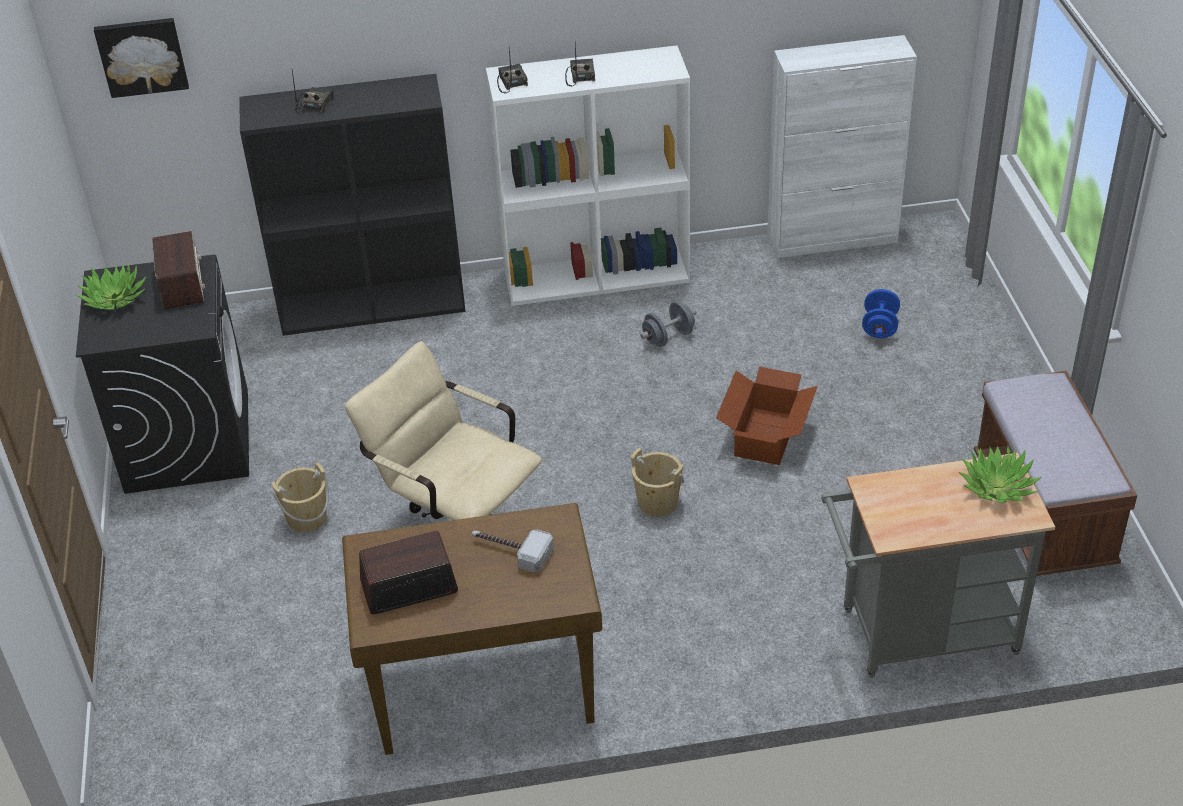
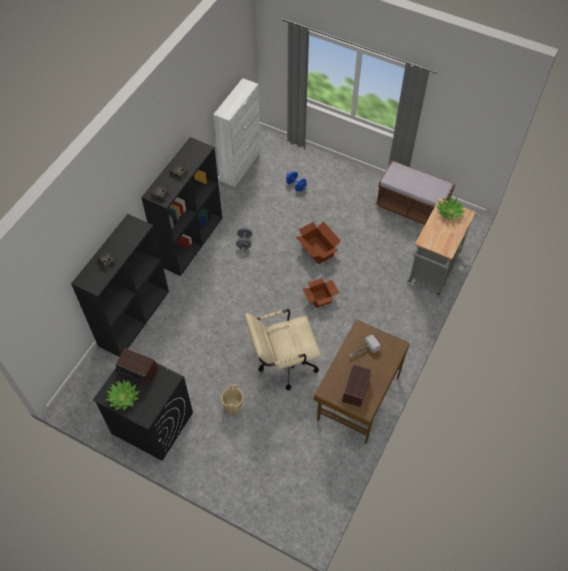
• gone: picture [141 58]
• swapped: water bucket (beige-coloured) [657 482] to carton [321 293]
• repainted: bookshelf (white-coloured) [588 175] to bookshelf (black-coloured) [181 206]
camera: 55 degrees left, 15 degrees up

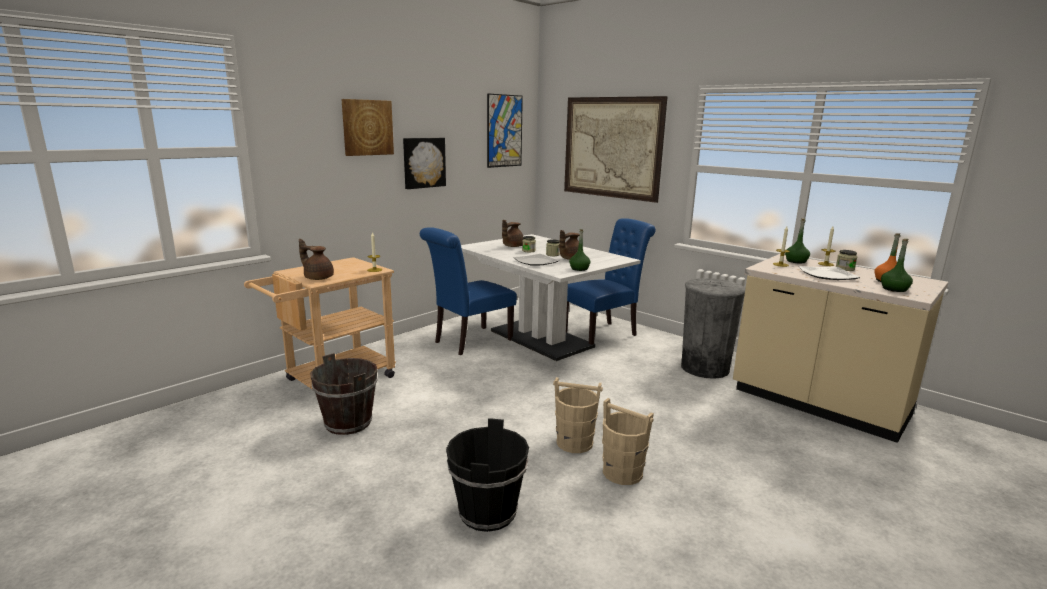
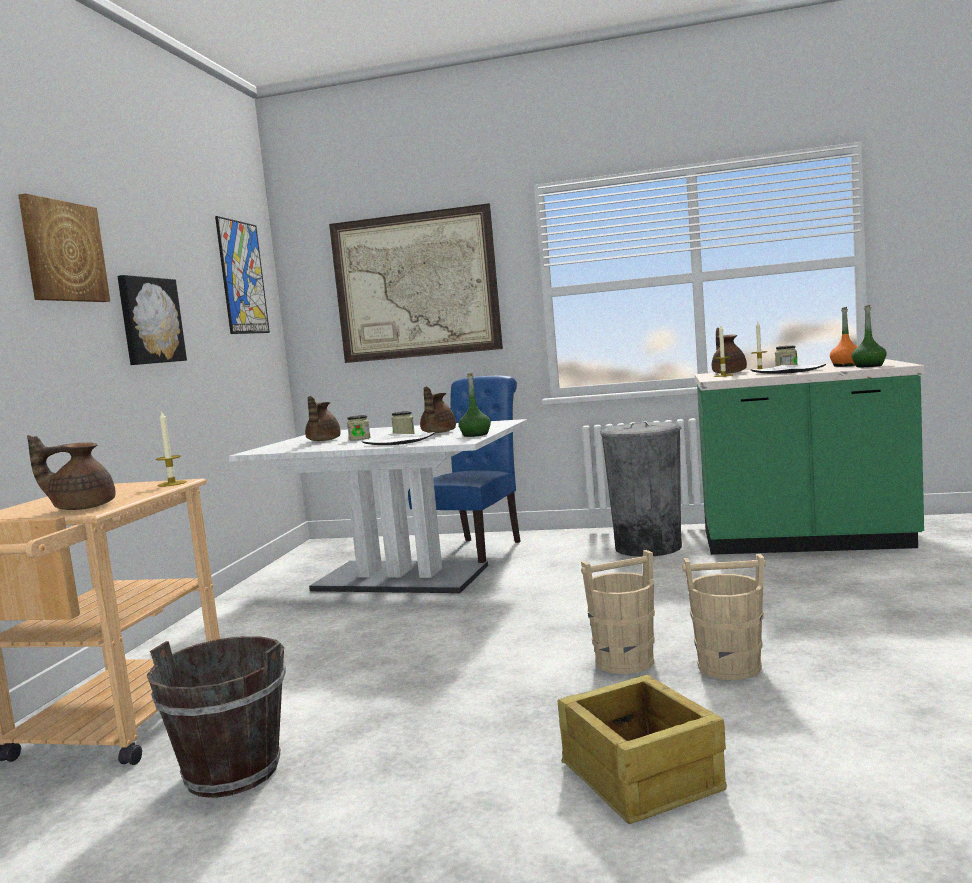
• gone: upright chair (blue-coloured) [468 291]
• swapped: water bucket (black-coloured) [487 475] to shipping crate [642 749]
• swapped: beverage bottle (green-coloured) [797 240] to pot for tea (brownish) [729 351]
• repainted: counter (beige-coloured) [840 348] to counter (green-coloured) [810 457]
camera: 30 degrees left, 10 degrees down

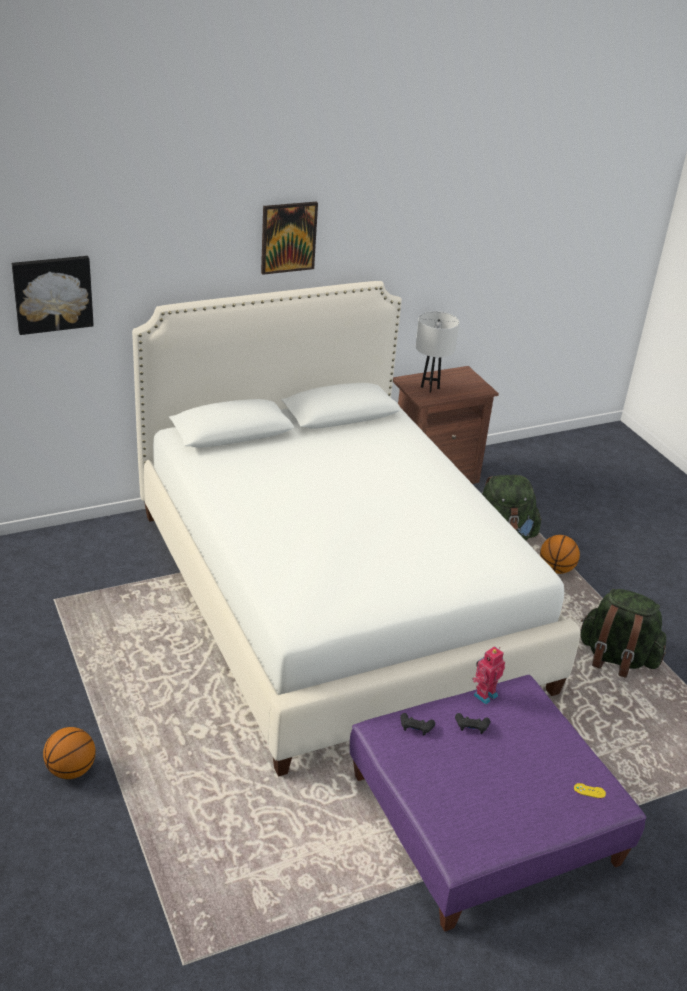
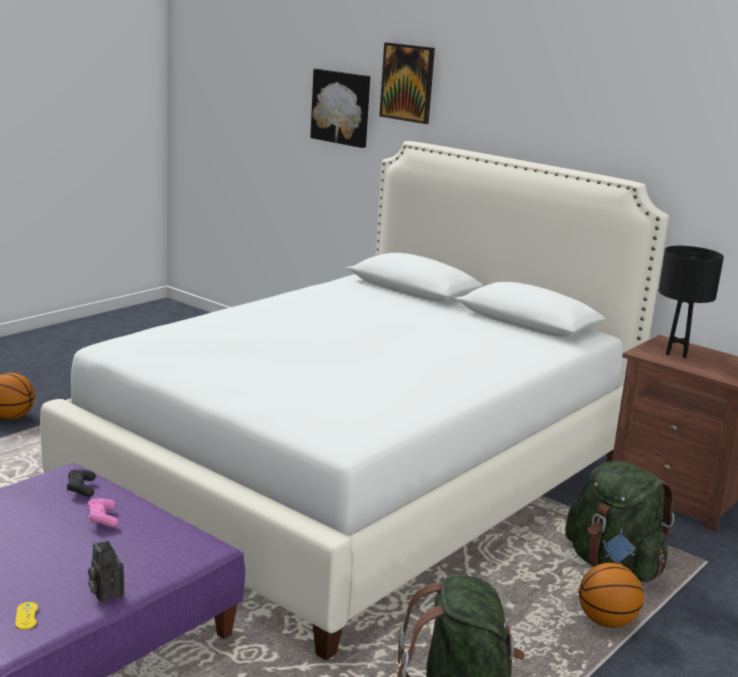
• gone: robot figure [488 675]
• new: still camera [106 571]
• shifted: picture [289 238] to [407 83]
• repainted: lamp for a table (white-coloured) [437 352] to lamp for a table (black-coloured) [691 302]
• repainted: game controller (black-coloured) [472 723] to game controller (pink) [102 513]
camera: 65 degrees right, 15 degrees down

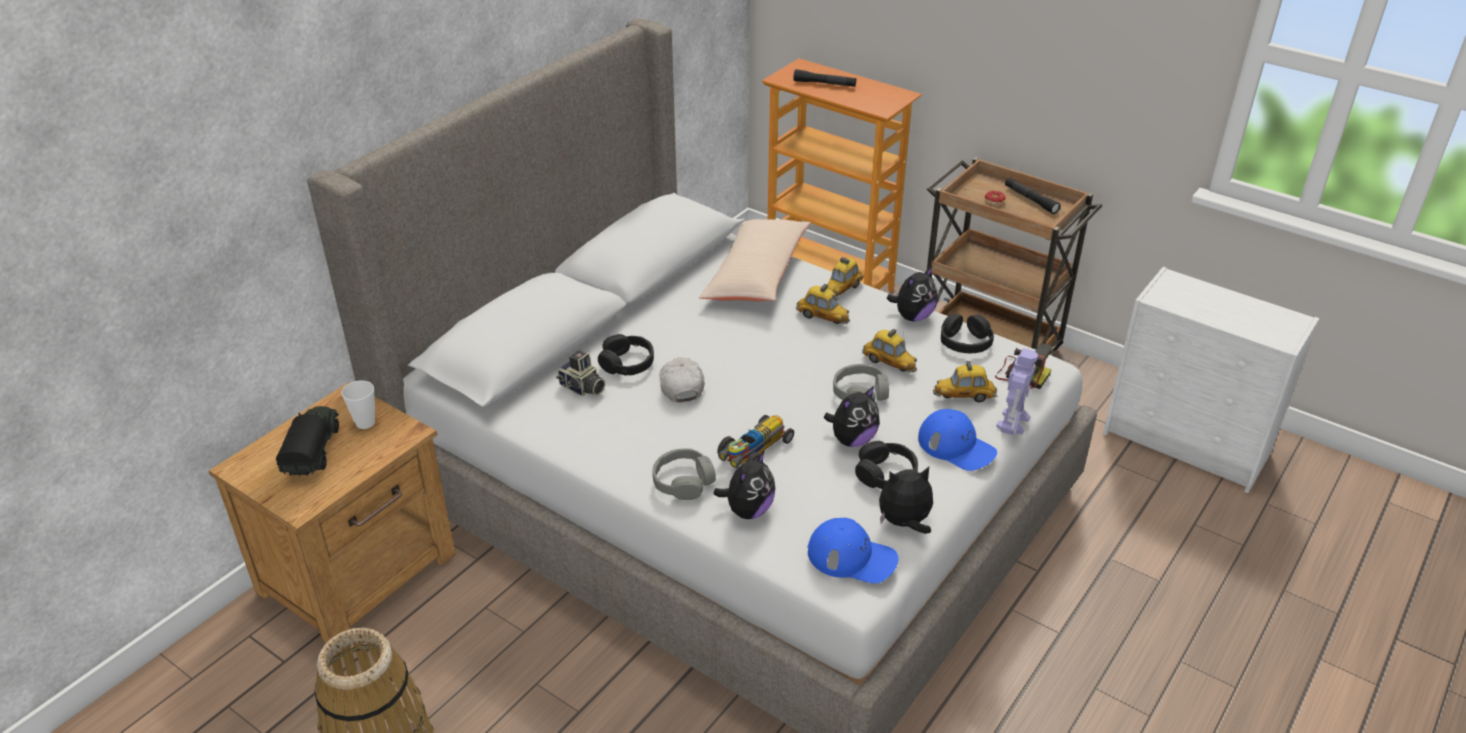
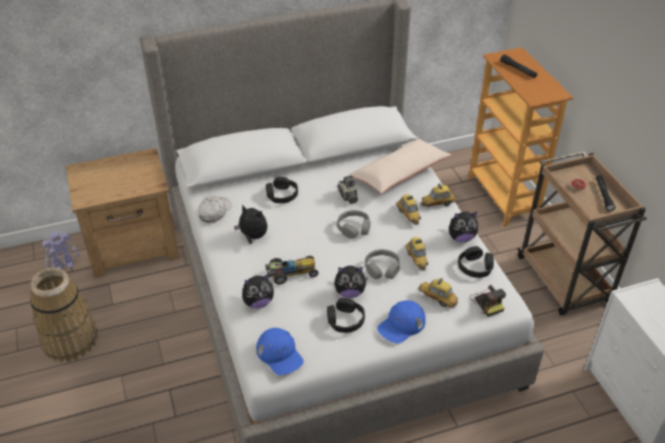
• gone: toy truck [307 441]
• gone: drinking cup [358 404]
• shifted: still camera [581 373] to [347 190]
• shifted: pair of headphones (greyish) [684 474] to [354 224]
• shifted: baseball cap (white-coloured) [682 379] to [215 209]
• shifted: soft toy [906 500] to [251 224]
• shifted: robot figure [1017 391] to [61 250]
• rotated: baseball cap (blue-coloured) [957 440] = [401 322] 60 degrees clockwise
camera: 35 degrees right, 5 degrees up

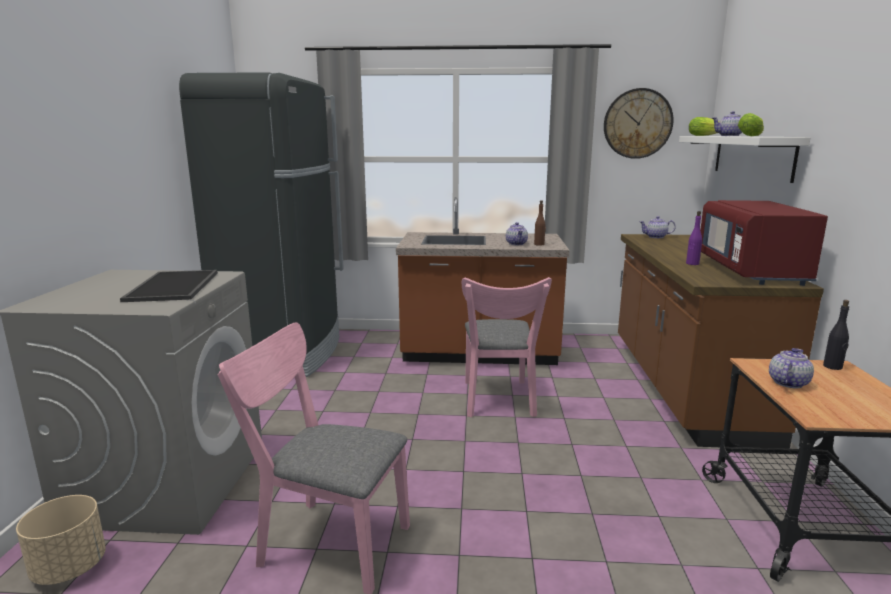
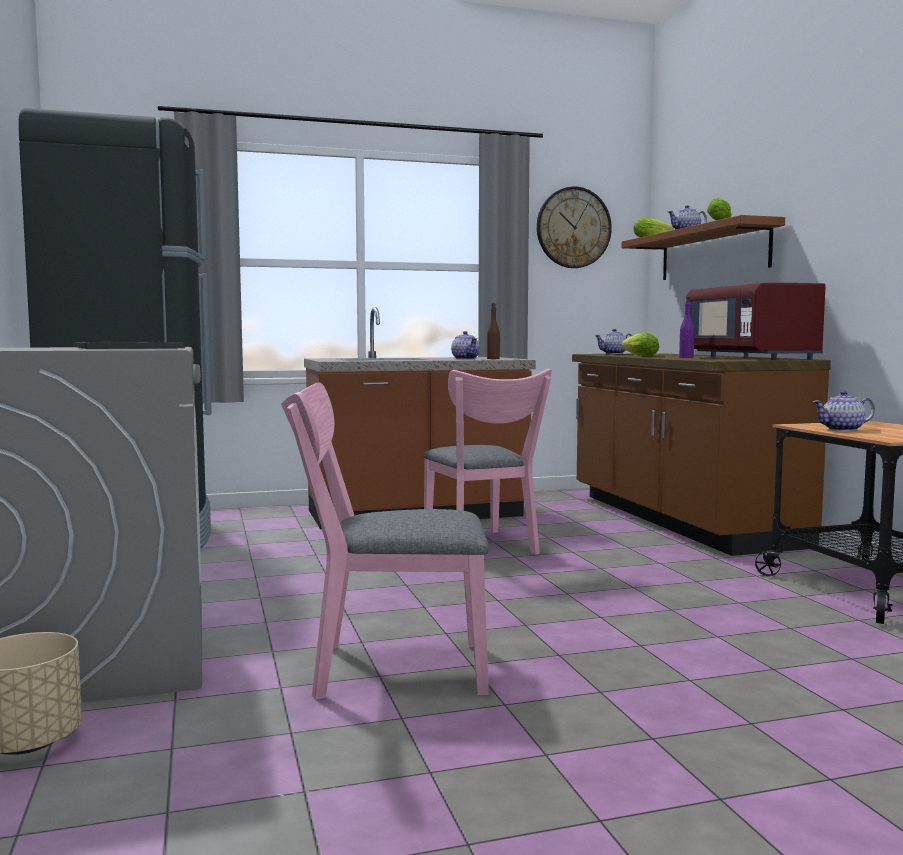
• gone: beverage bottle (black-coloured) [836 335]
• new: lettuce head [640 344]
• repainted: wall shelf (white-coloured) [745 159] to wall shelf (brownish) [703 247]
• rotated: pot for tea [791 368] = [844 411] 120 degrees counterclockwise
camera: 20 degrees left, 10 degrees down

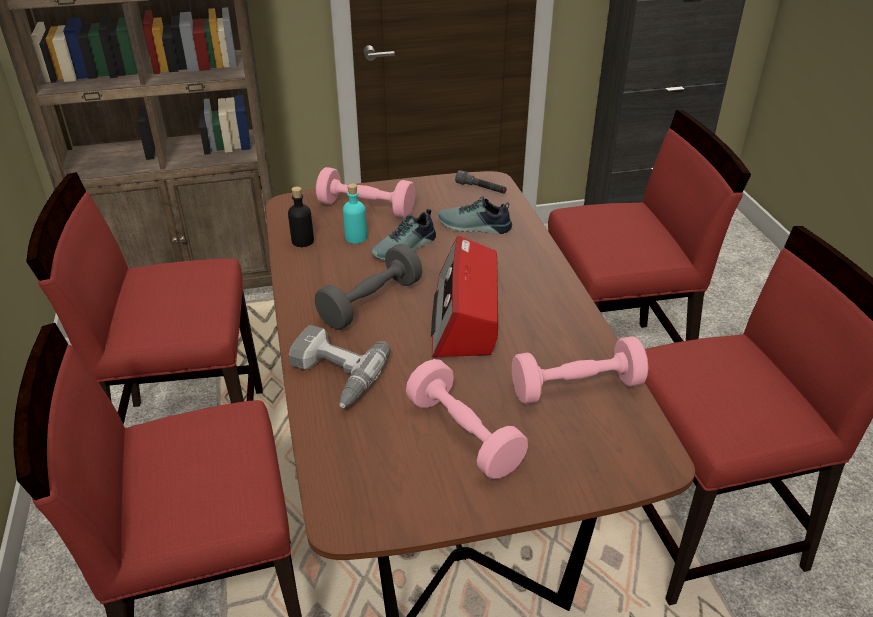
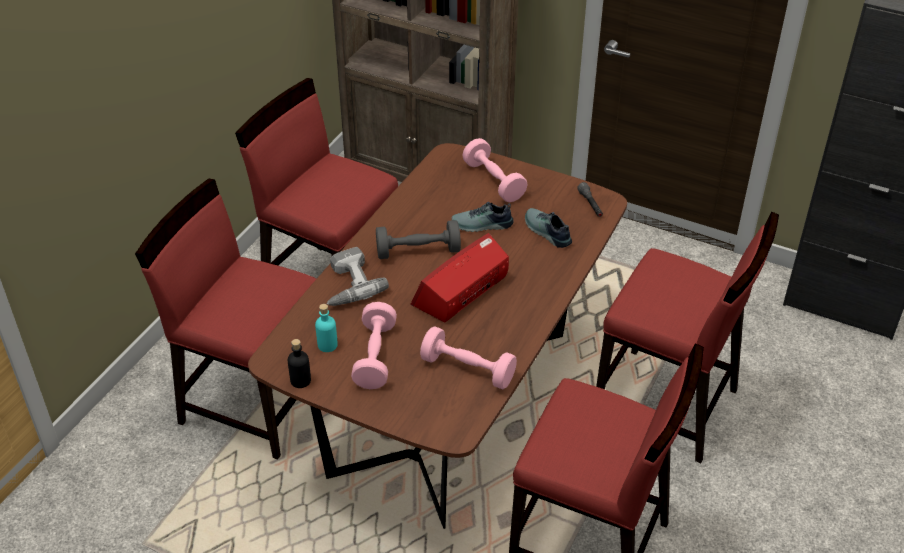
• shifted: beverage bottle (black-coloured) [301 217] to [299 363]
• shifted: beverage bottle (turquoise) [355 213] to [326 328]
camera: 40 degrees right, 5 degrees up

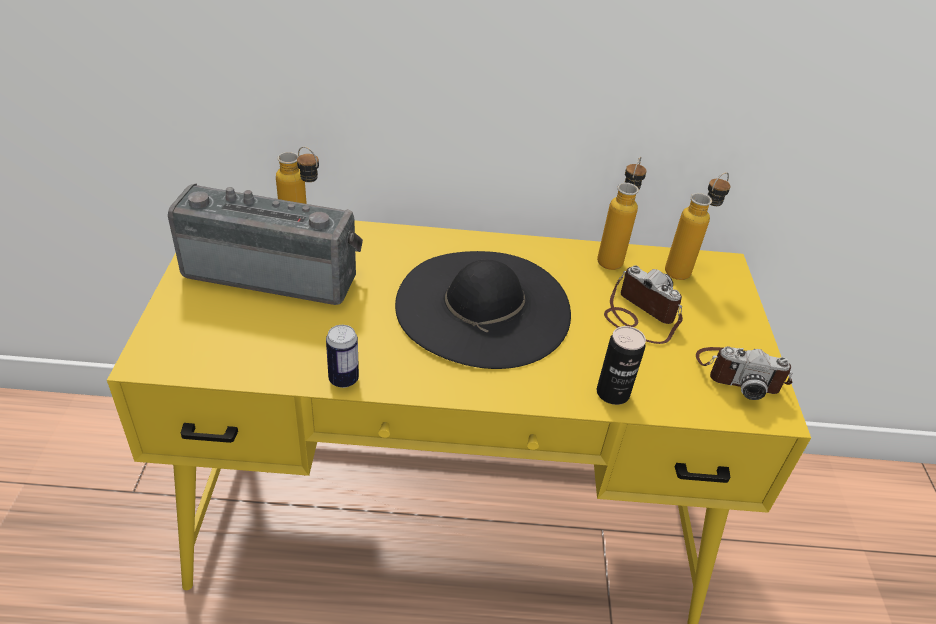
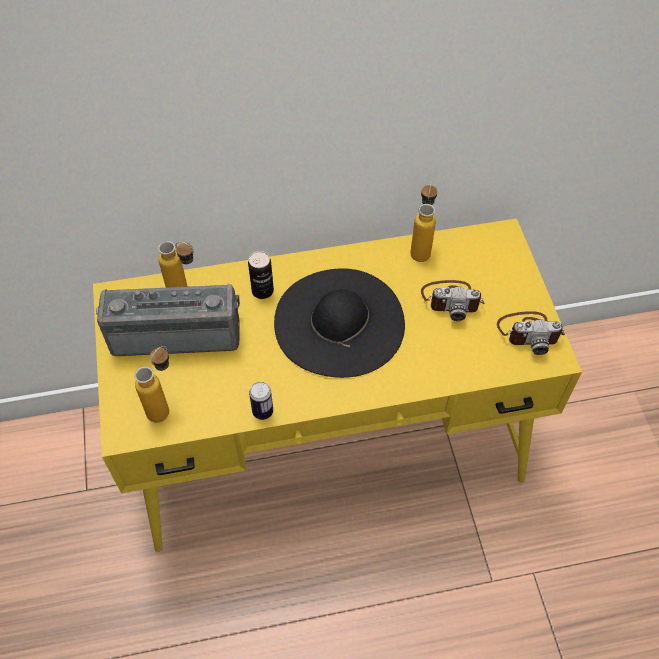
• shifted: metal can [621 365] to [261 275]
• shifted: beverage bottle [698 226] to [152 384]
• rotated: still camera [643 305] = [453 300] 150 degrees clockwise
camera: 10 degrees left, 15 degrees up

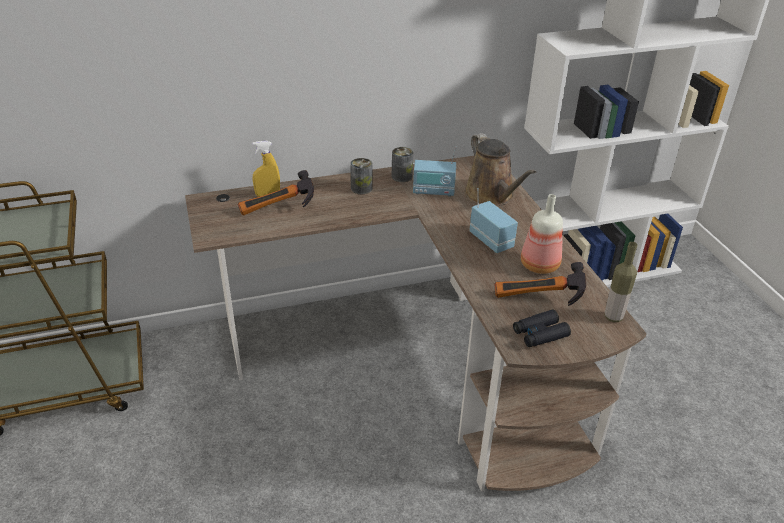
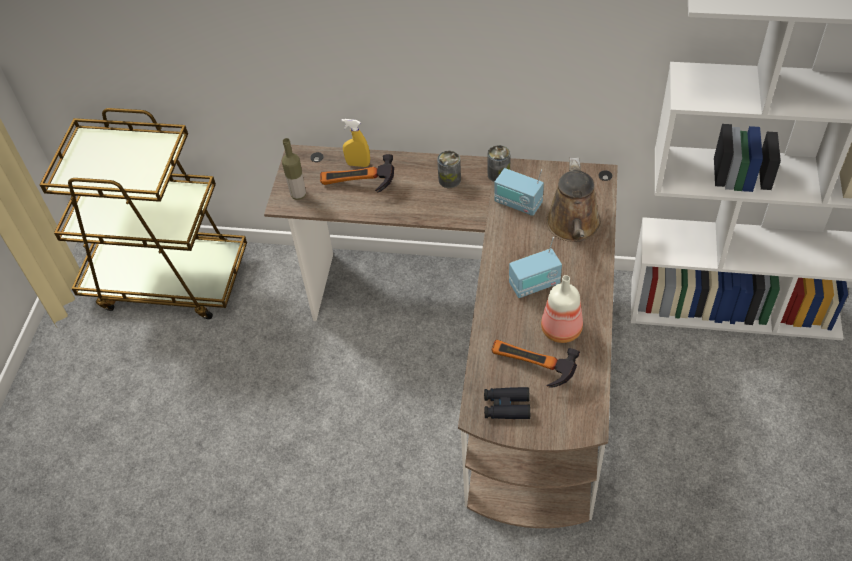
• shifted: beverage bottle [620 282] to [294 169]
• rotated: radio set [493 220] = [535 267] 75 degrees clockwise
camera: 30 degrees right, 15 degrees up

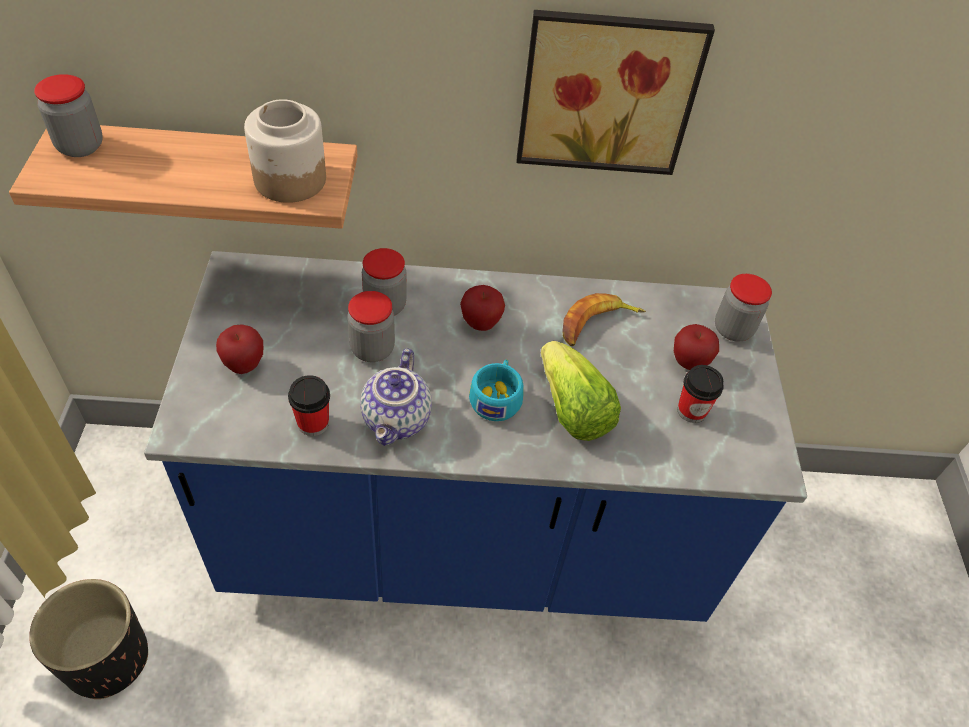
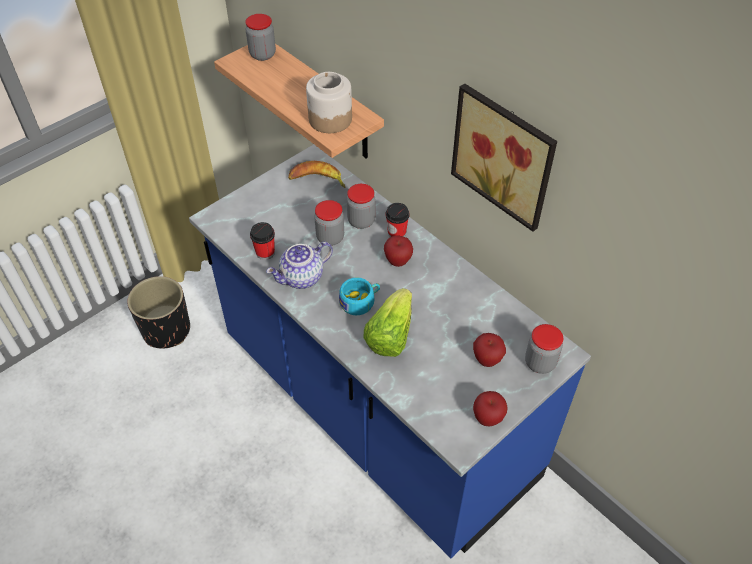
• shifted: apple fruit [239 349] to [490 408]
• shifted: banana fruit [604 319] to [316 174]
• shifted: drinking cup [701 394] to [397 220]
camera: 50 degrees right, 0 degrees up

